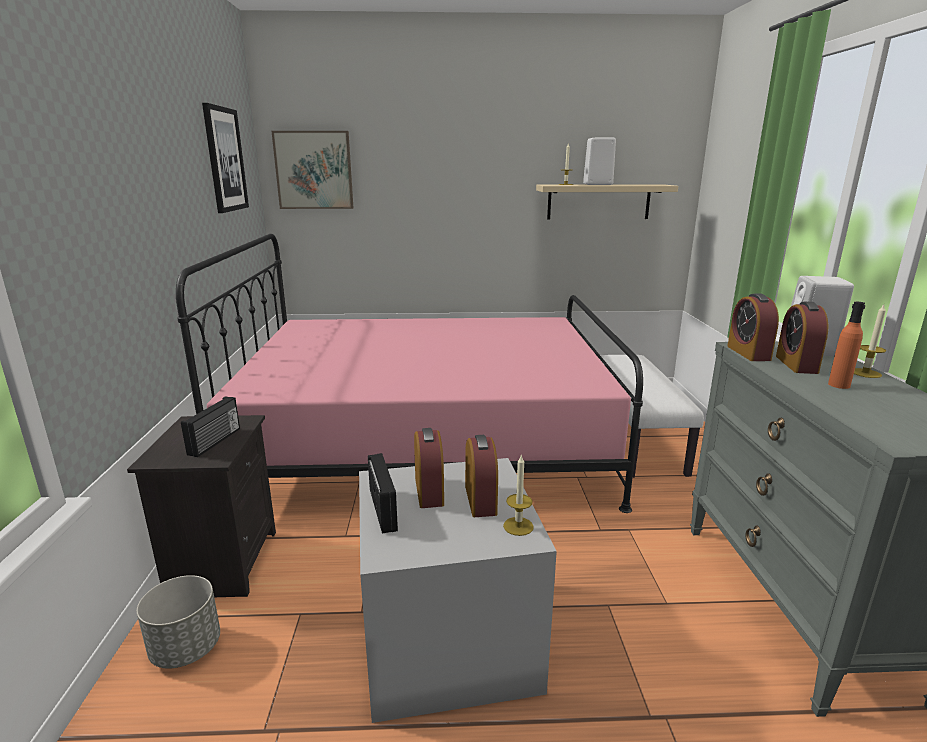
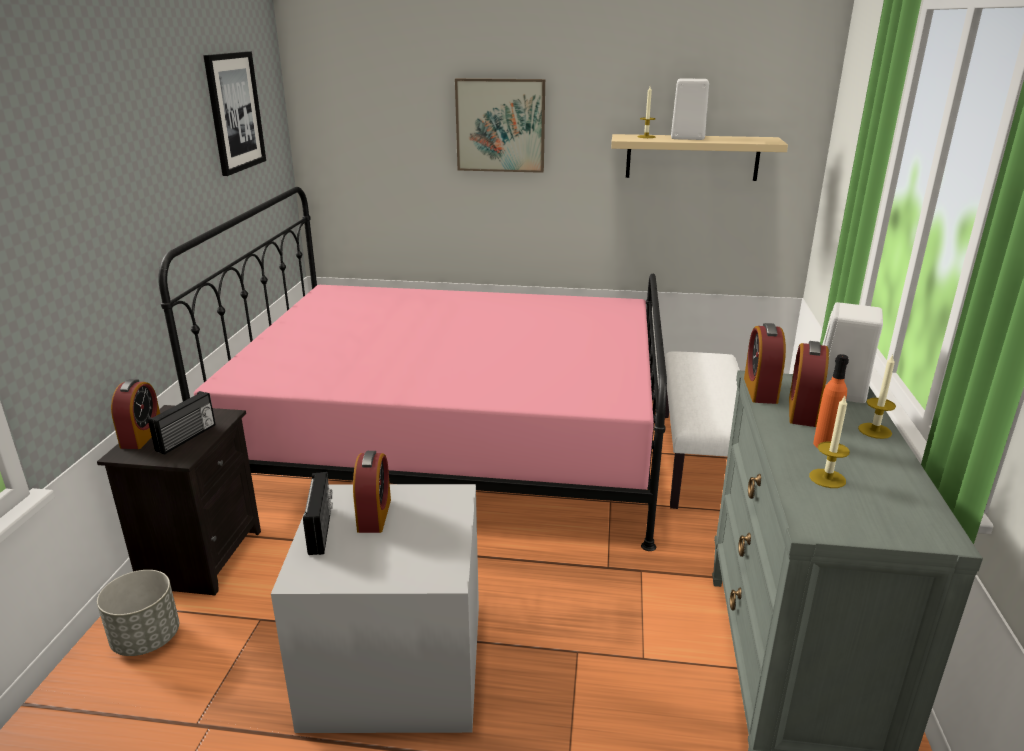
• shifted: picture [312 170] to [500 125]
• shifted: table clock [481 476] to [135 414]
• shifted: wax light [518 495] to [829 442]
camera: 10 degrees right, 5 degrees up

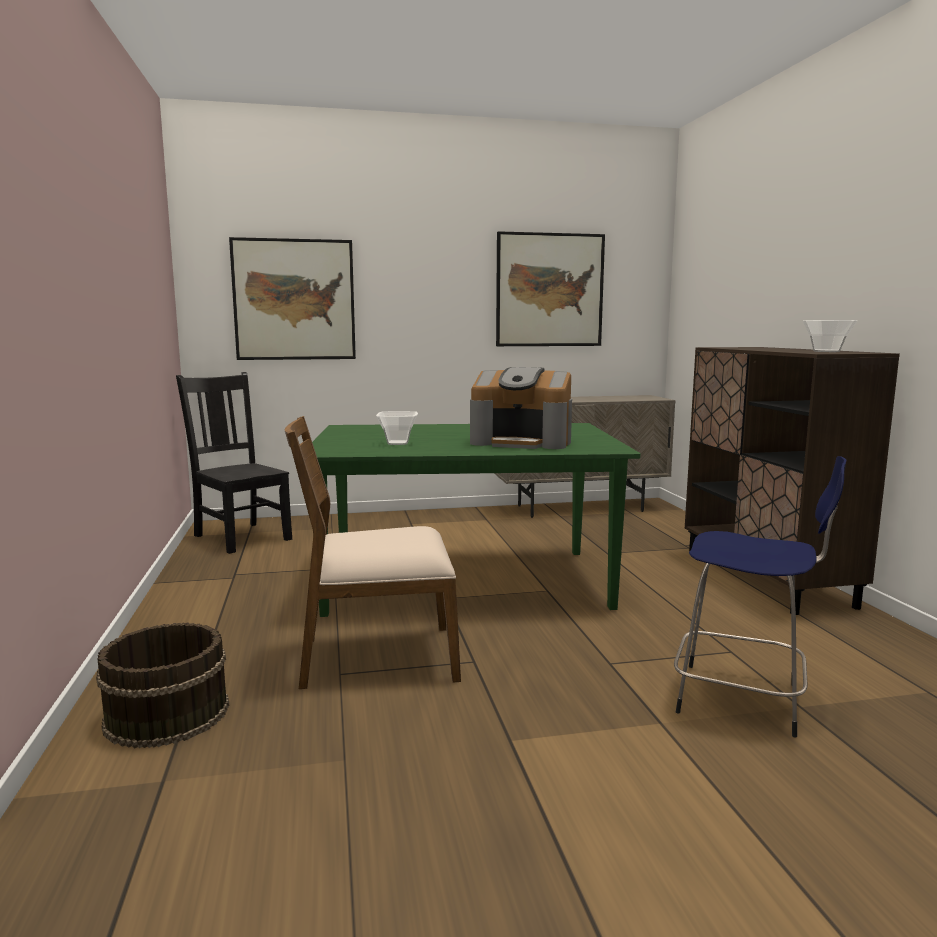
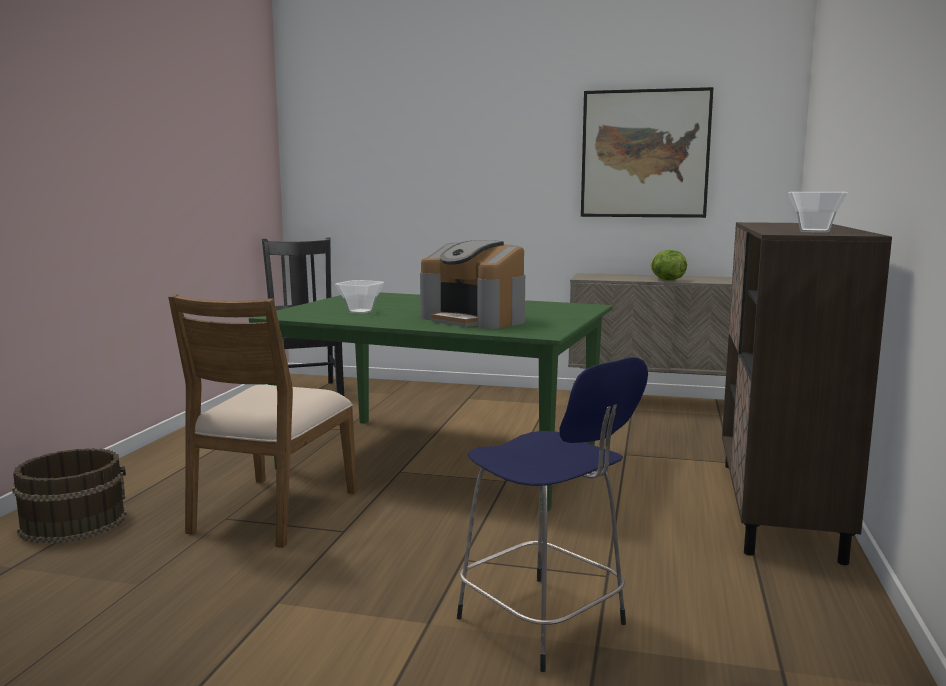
• gone: picture [292 298]
• new: lettuce head [668 265]
• rotated: upright chair (brownish) [373 552] = [262 421] 90 degrees counterclockwise
camera: 25 degrees right, 0 degrees up

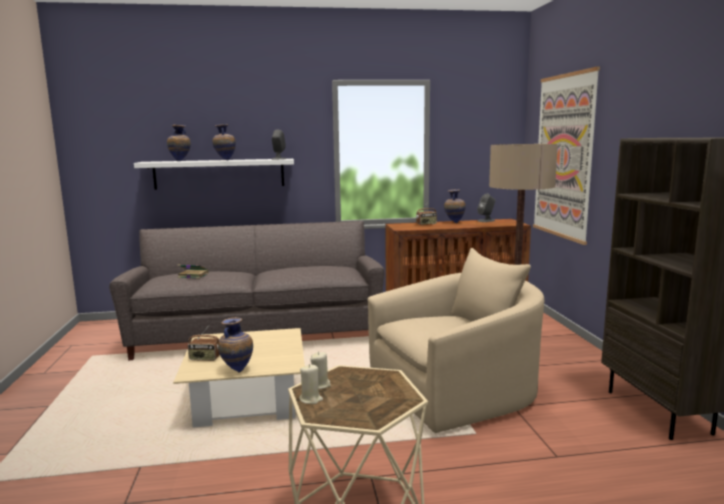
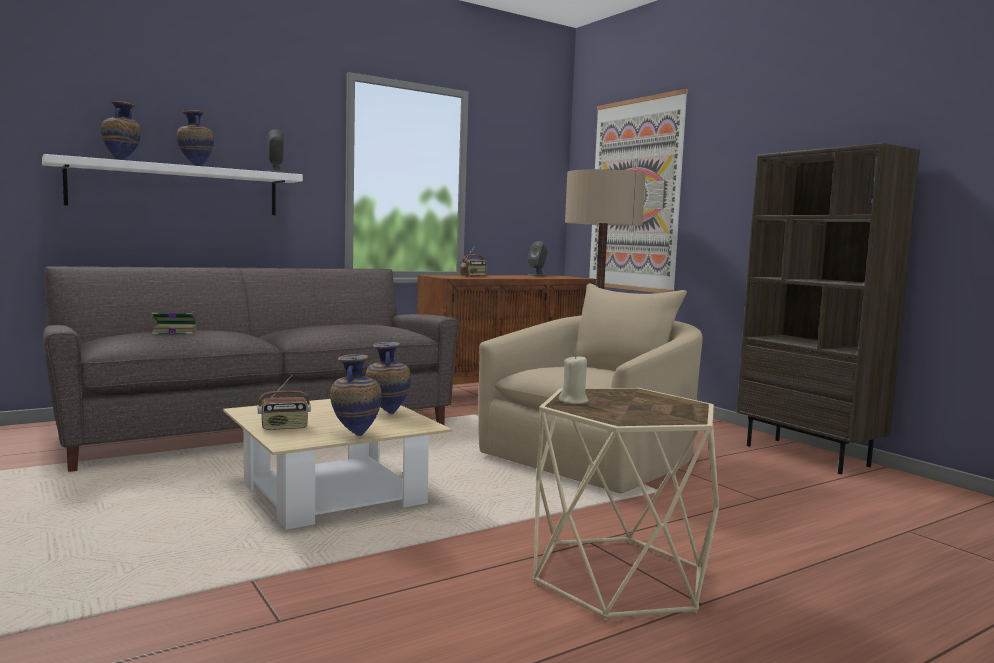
• gone: wax light (beige-coloured) [311 384]
• shifted: decorative vase [455 206] to [388 378]
camera: 25 degrees left, 5 degrees down

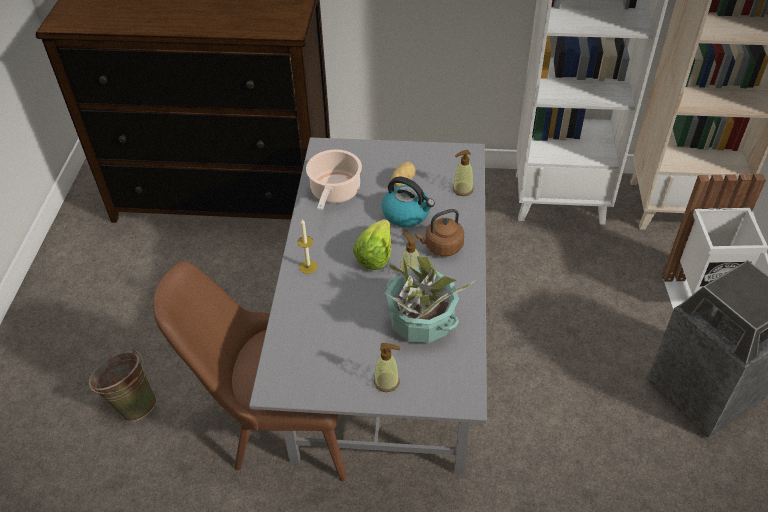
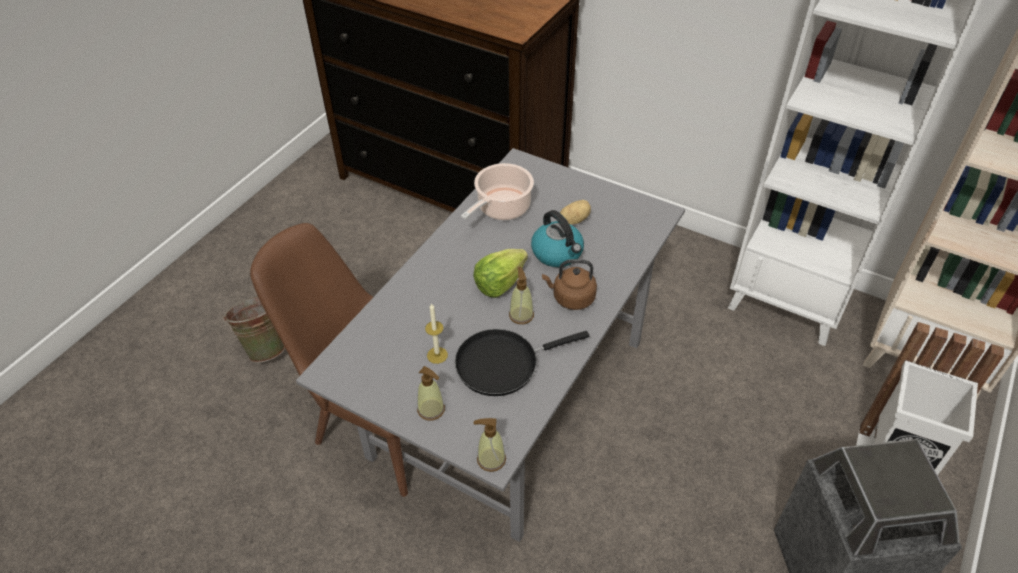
• shifted: wax light [307 246] to [436 333]
• shifted: soap bottle [463 173] to [490 445]
• swapped: potted plant [430 299] to frying pan (black-coloured) [522 362]
camera: 25 degrees right, 0 degrees up

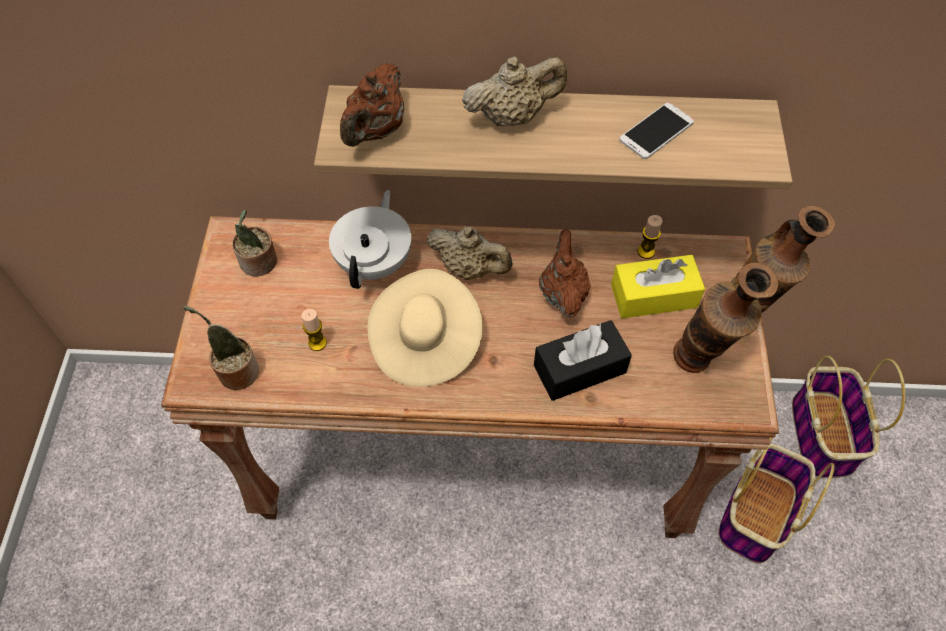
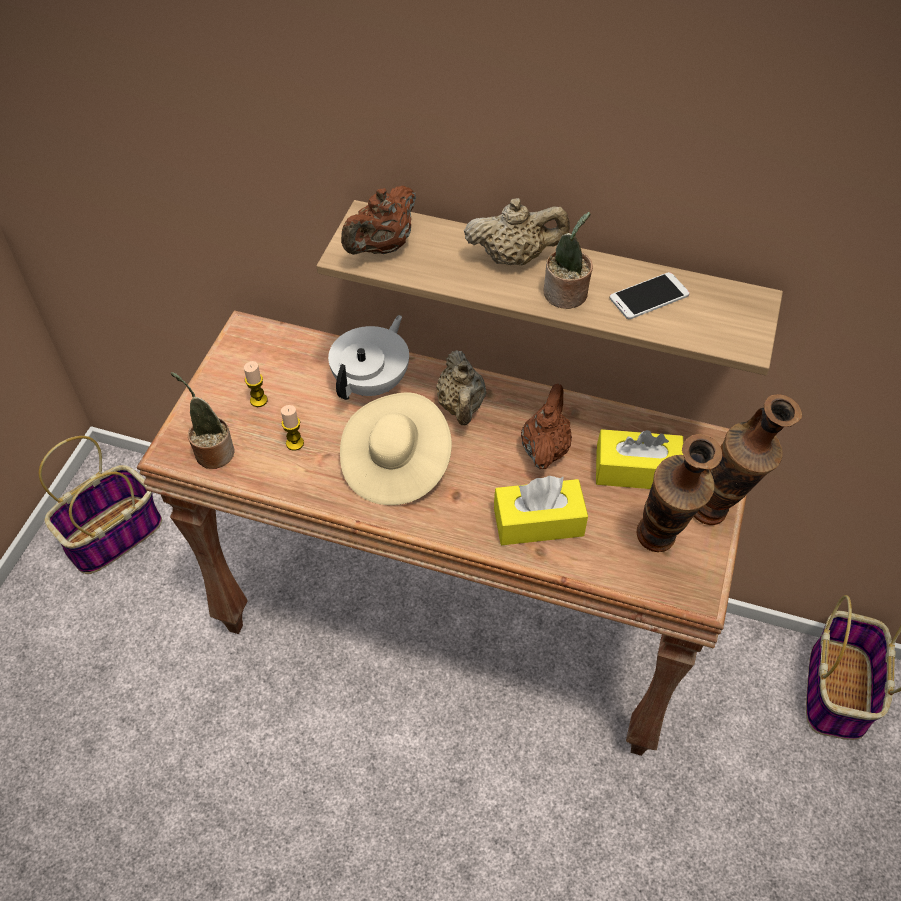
• shifted: potted plant [254 243] to [568 260]
• shifted: wax light [650 237] to [255 384]
• shifted: storage basket [776 500] to [100 505]
• repainted: box of tissues (black-coloured) [583 360] to box of tissues (yellowish) [541 510]
• rotated: pot for tea (beige-coloured) [469 253] = [461 388] 45 degrees clockwise
camera: 15 degrees right, 5 degrees down

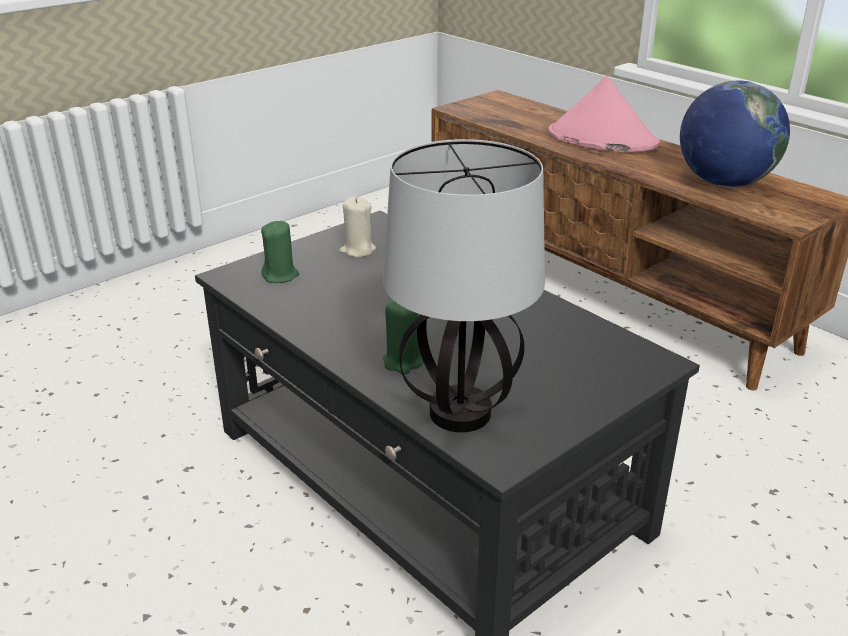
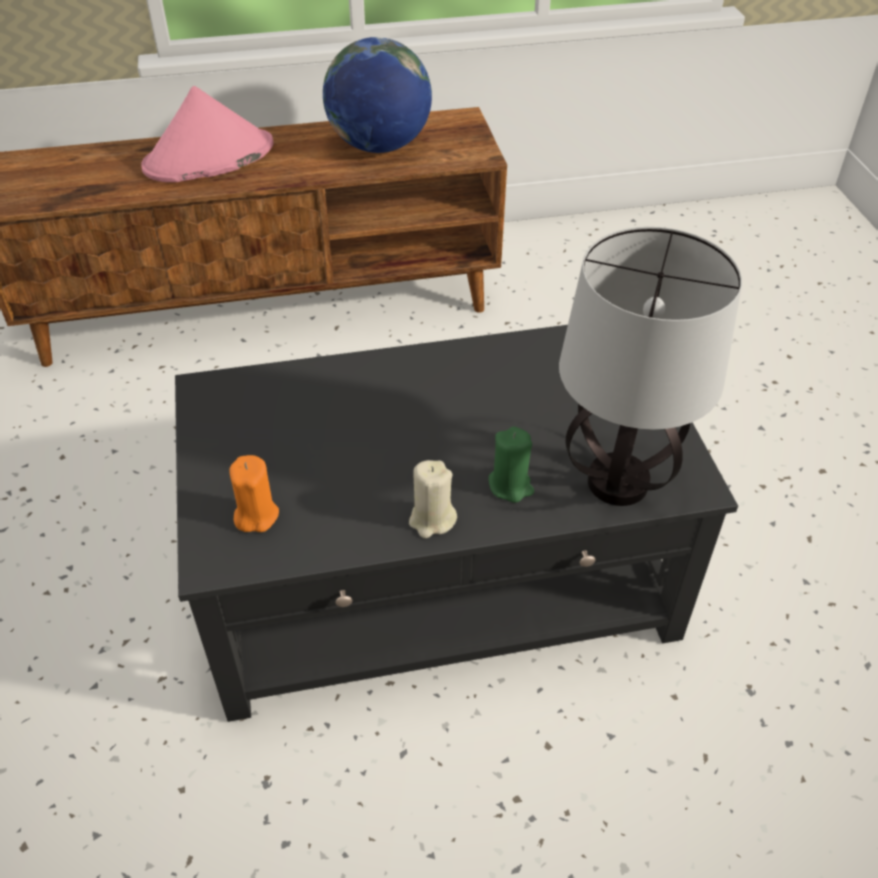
• shifted: wax light (beige-coloured) [357 227] to [433 499]
• repainted: wax light (green-coloured) [280 252] to wax light (orangey) [254 493]
camera: 60 degrees left, 15 degrees up

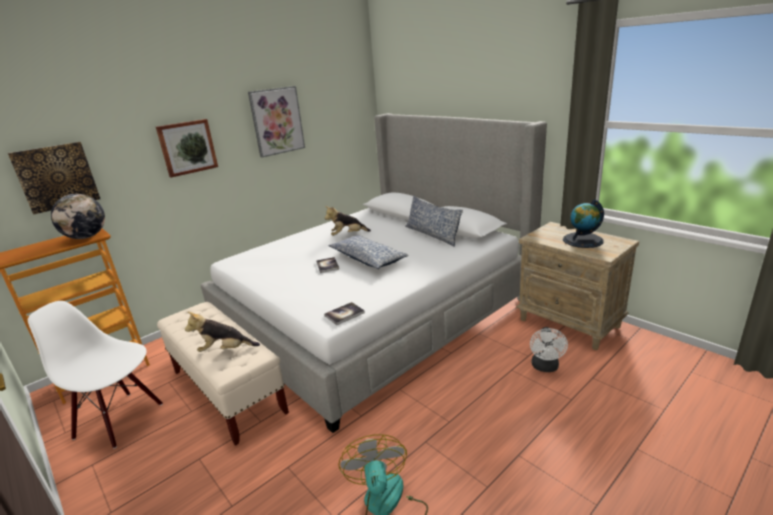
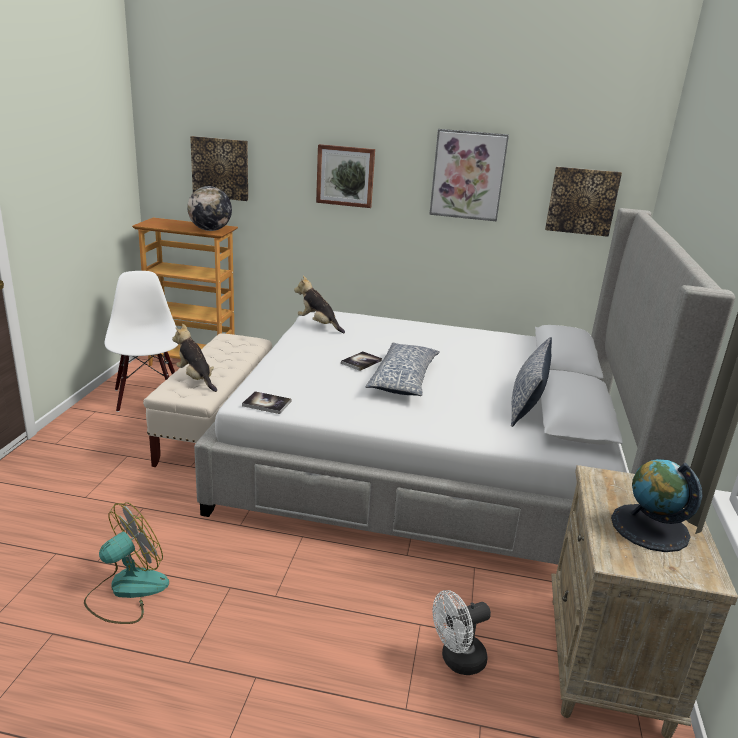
• new: picture [583 201]
• shifted: soft toy [348 221] to [319 304]
camera: 50 degrees right, 0 degrees up

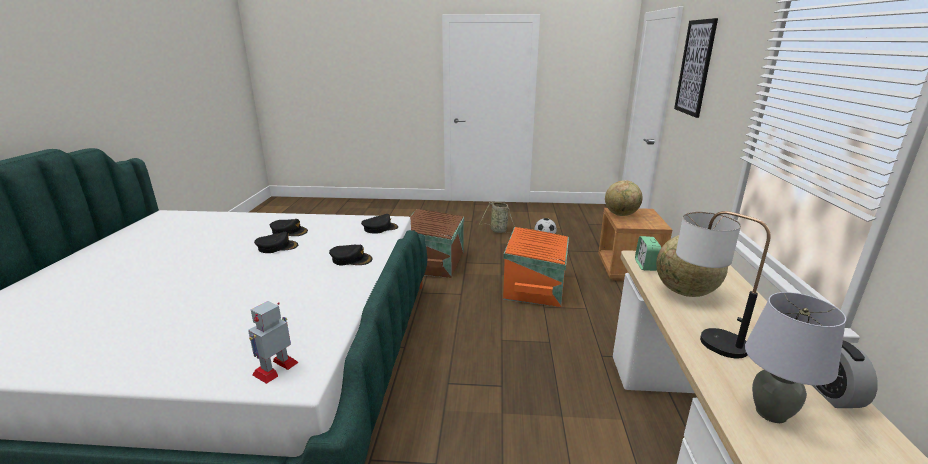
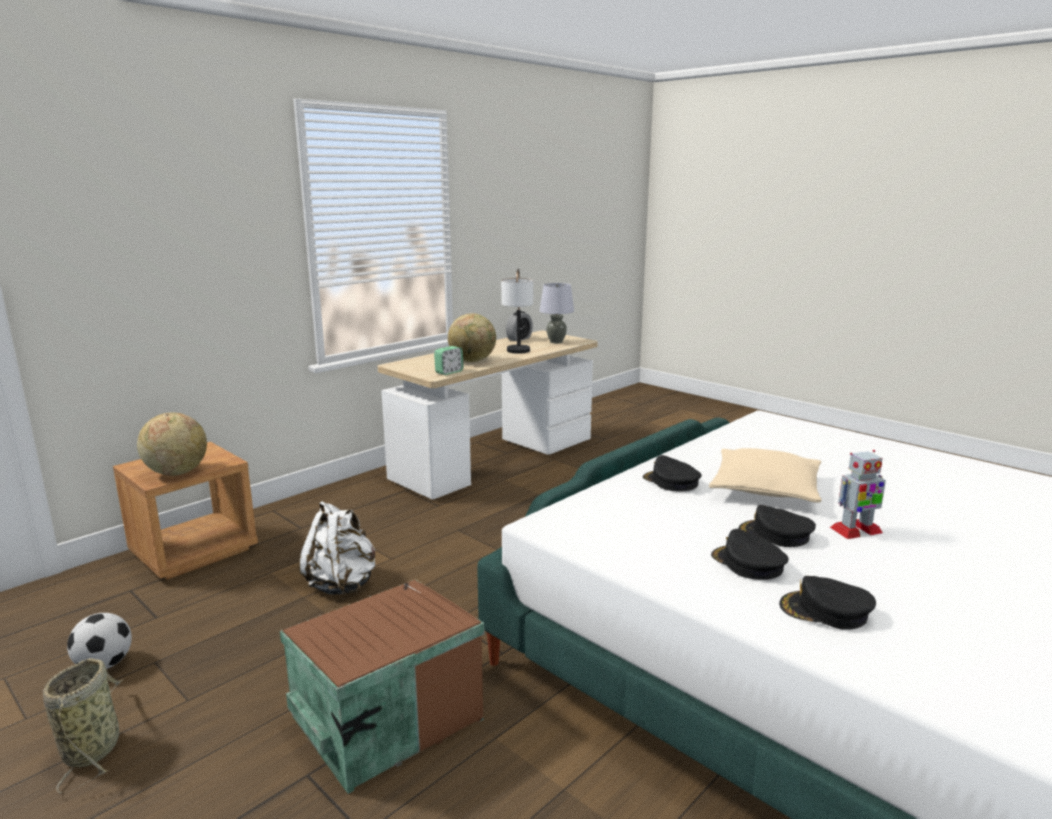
• gone: picture [696 68]
• new: cushion (beige-coloured) [765 475]
• shifted: robot figure [273 342] to [858 494]
• shifted: baseball cap (black-coloured) [379 224] to [827 603]
• swapped: storage bin (orangey) [536 267] to rucksack (white-coloured) [337 548]
camera: 140 degrees left, 5 degrees down

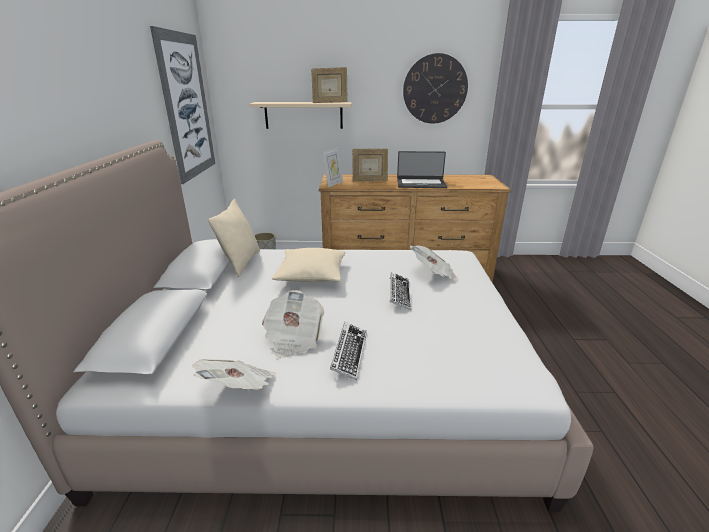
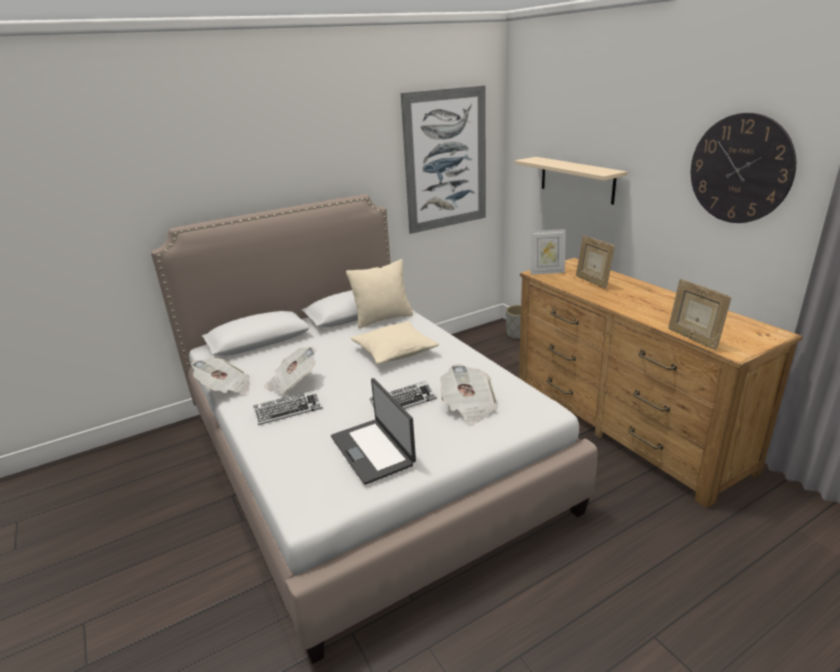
• shifted: photo frame [329 85] to [699 314]
• shifted: laptop [422 169] to [373 431]
camera: 60 degrees right, 0 degrees up

